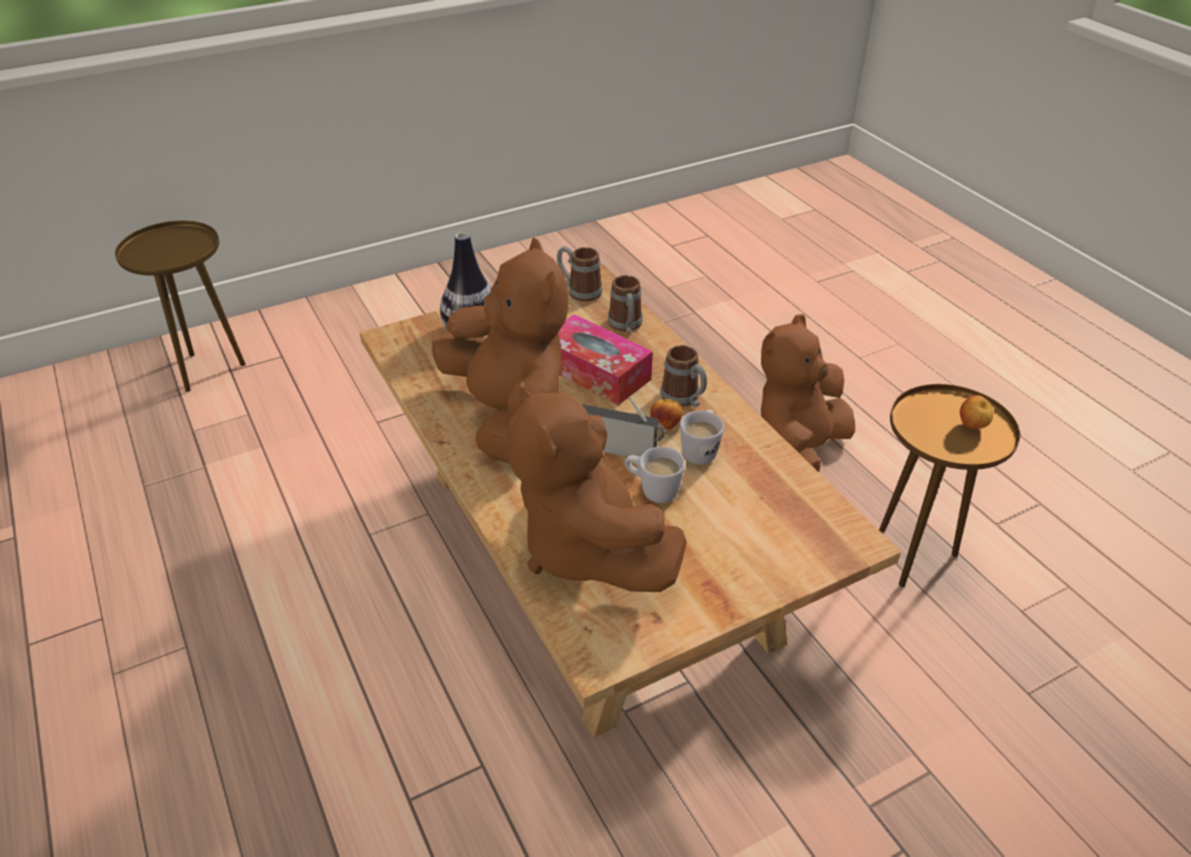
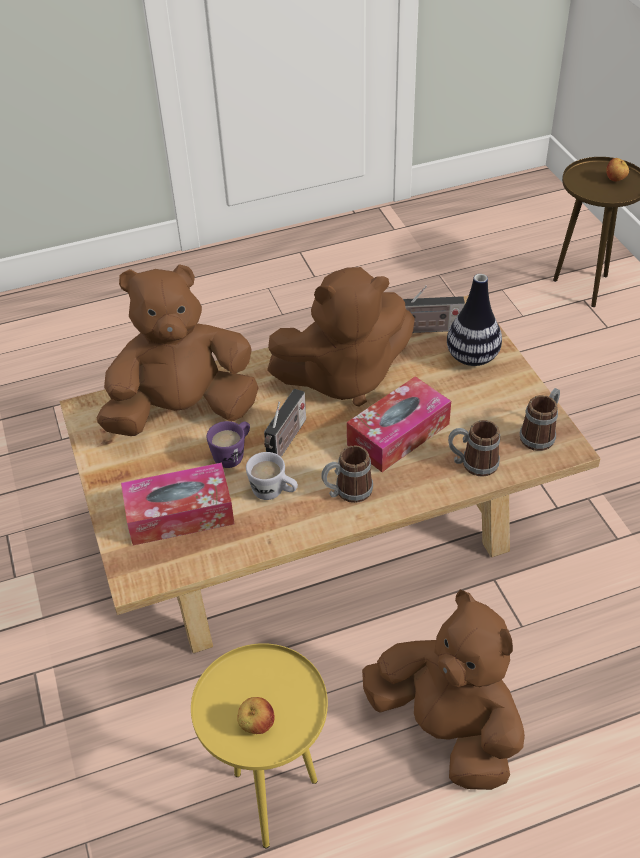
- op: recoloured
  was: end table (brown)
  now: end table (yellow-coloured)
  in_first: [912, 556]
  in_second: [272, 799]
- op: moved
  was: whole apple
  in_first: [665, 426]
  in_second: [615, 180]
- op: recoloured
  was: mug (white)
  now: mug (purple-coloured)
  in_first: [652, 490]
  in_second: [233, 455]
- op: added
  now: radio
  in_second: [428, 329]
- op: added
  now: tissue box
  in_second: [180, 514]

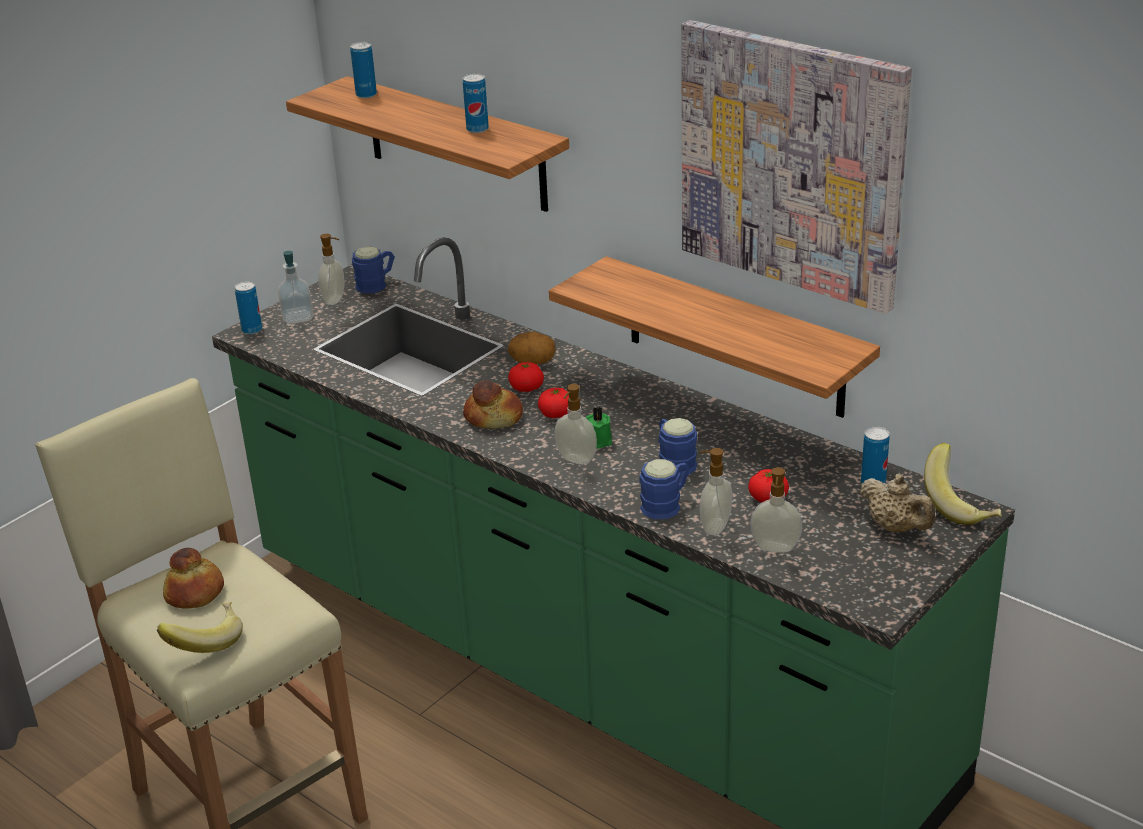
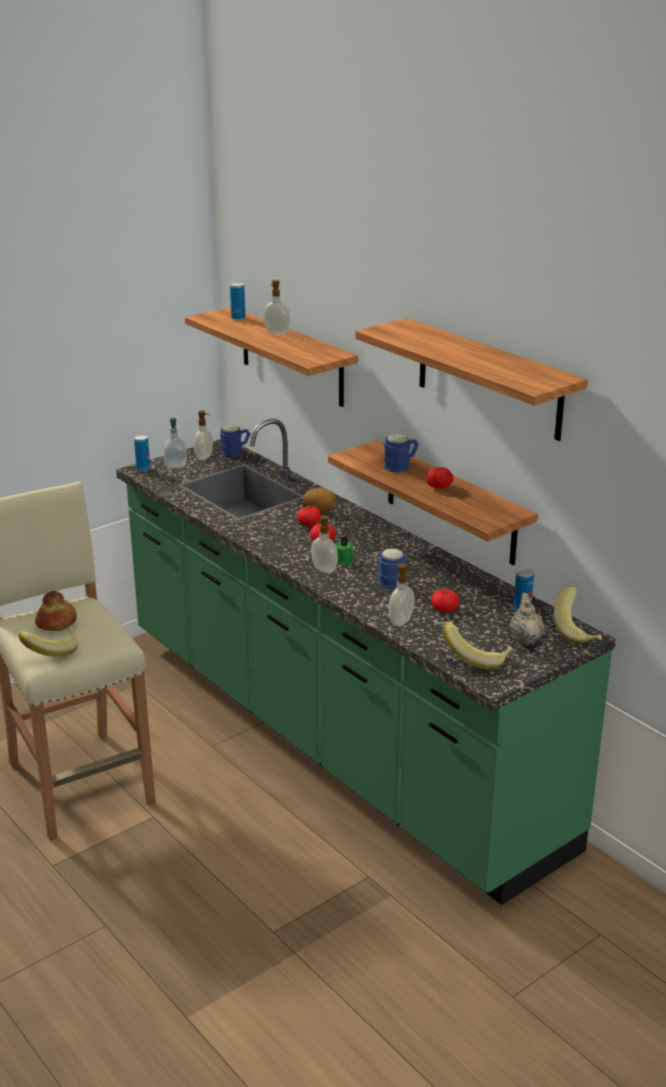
- op: replaced
  was: picture
  now: wall shelf
  in_first: [791, 163]
  in_second: [488, 379]
- op: removed
  was: can
  in_first: [477, 129]
- op: removed
  was: bread
  in_first: [494, 417]
- op: moved
  was: mug (blue)
  in_first: [666, 504]
  in_second: [401, 466]
- op: moved
  was: soap bottle
  in_first: [775, 548]
  in_second: [276, 333]
- op: turned
  was: pot for tea (sand-coloured)
  in_first: [895, 528]
  in_second: [525, 638]
  clockwise: -150
- op: added
  now: tomato
  in_second: [439, 486]
- op: added
  now: banana fruit
  in_second: [477, 658]

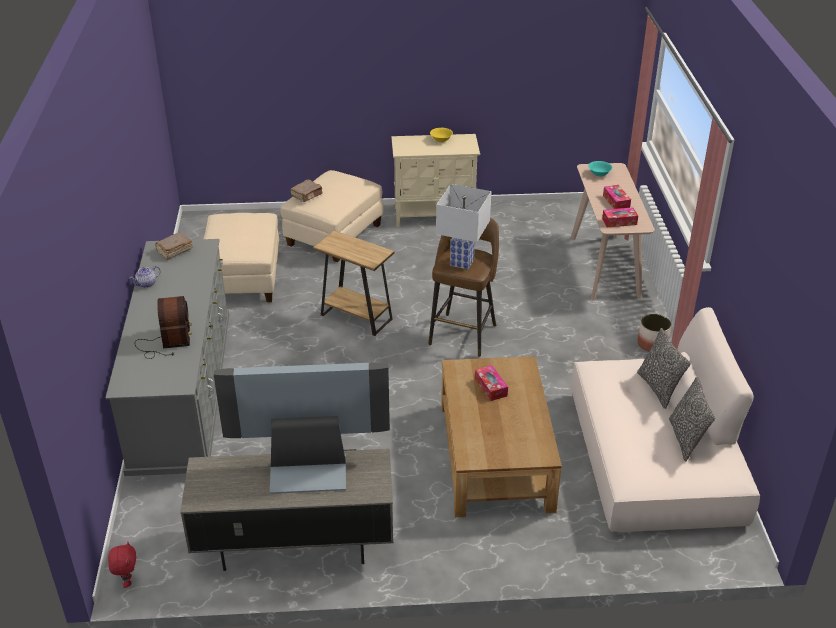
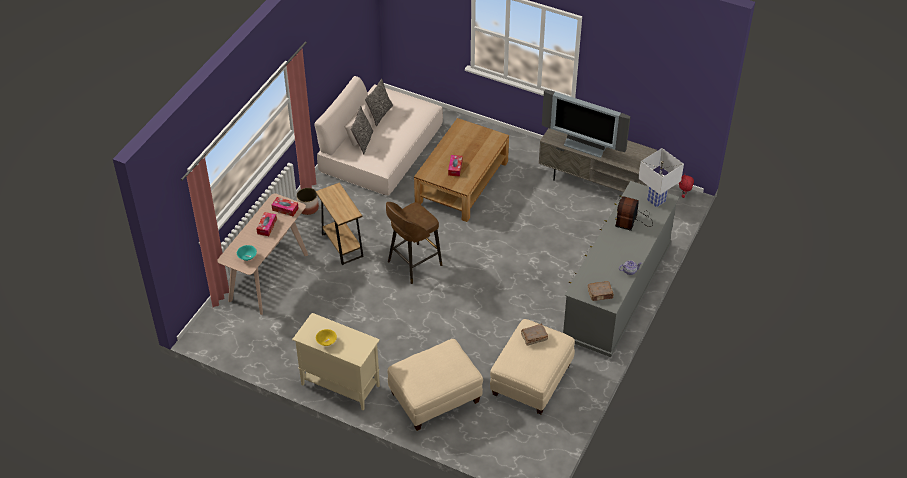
- op: moved
  was: bound book (brown)
  in_first: [307, 195]
  in_second: [533, 338]
- op: moved
  was: table lamp (white)
  in_first: [461, 262]
  in_second: [656, 201]
- op: moved
  was: end table (brown)
  in_first: [356, 317]
  in_second: [342, 245]

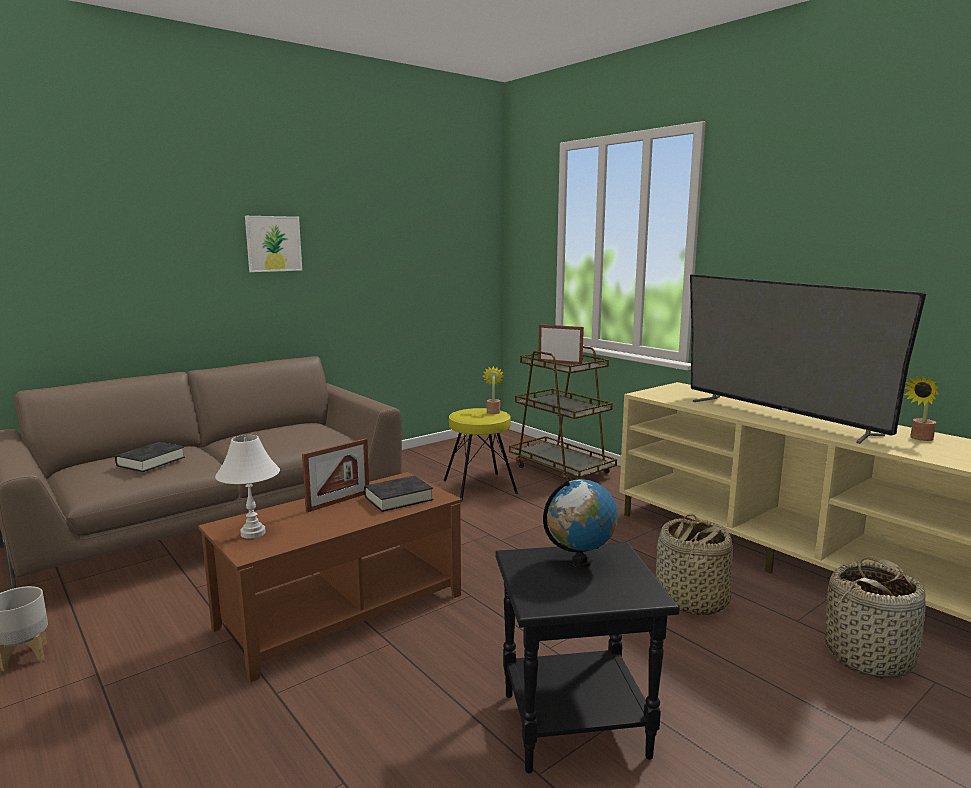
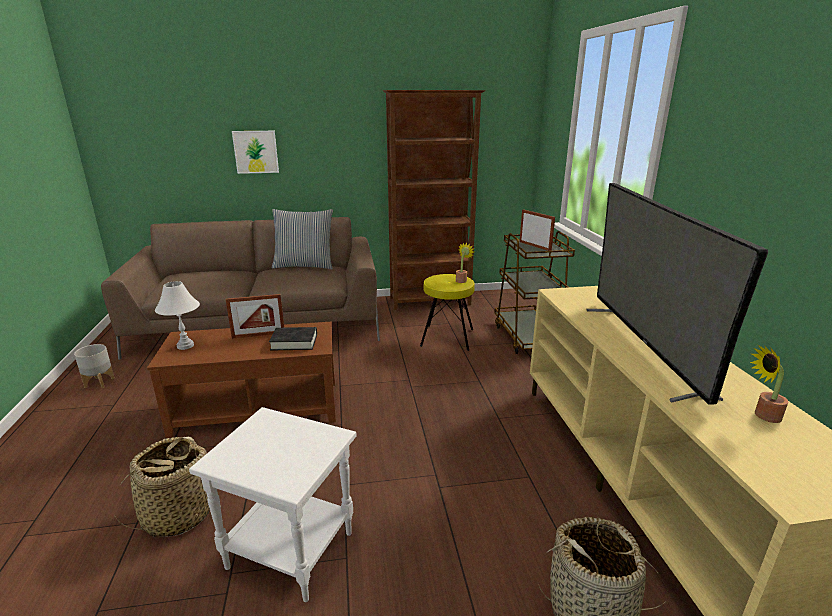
- op: moved
  was: picture
  in_first: [273, 243]
  in_second: [256, 152]
- op: removed
  was: bound book (black)
  in_first: [151, 461]
- op: removed
  was: world globe
  in_first: [580, 562]
- op: moved
  was: household basket
  in_first: [690, 601]
  in_second: [177, 514]
- op: recoloured
  was: end table (black)
  now: end table (white)
  in_first: [573, 727]
  in_second: [288, 551]
- op: added
  now: shelving unit (brown)
  in_second: [431, 301]
- op: added
  now: cushion
  in_second: [304, 266]

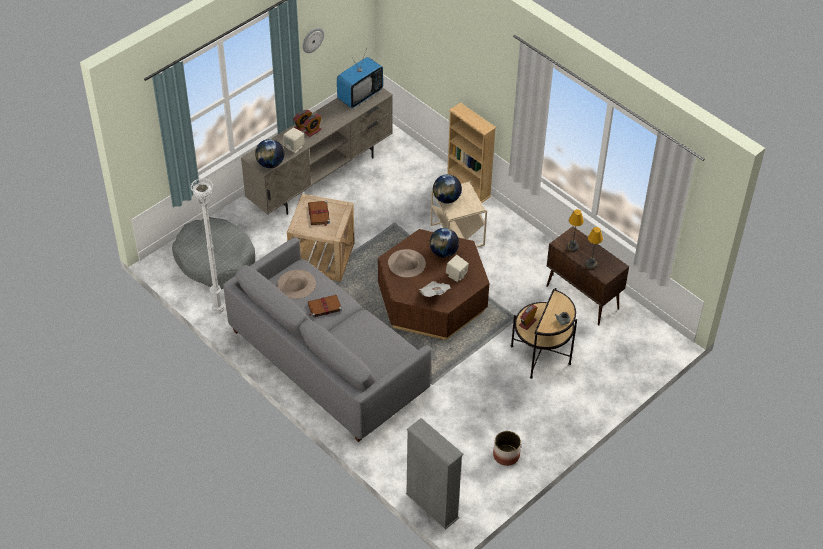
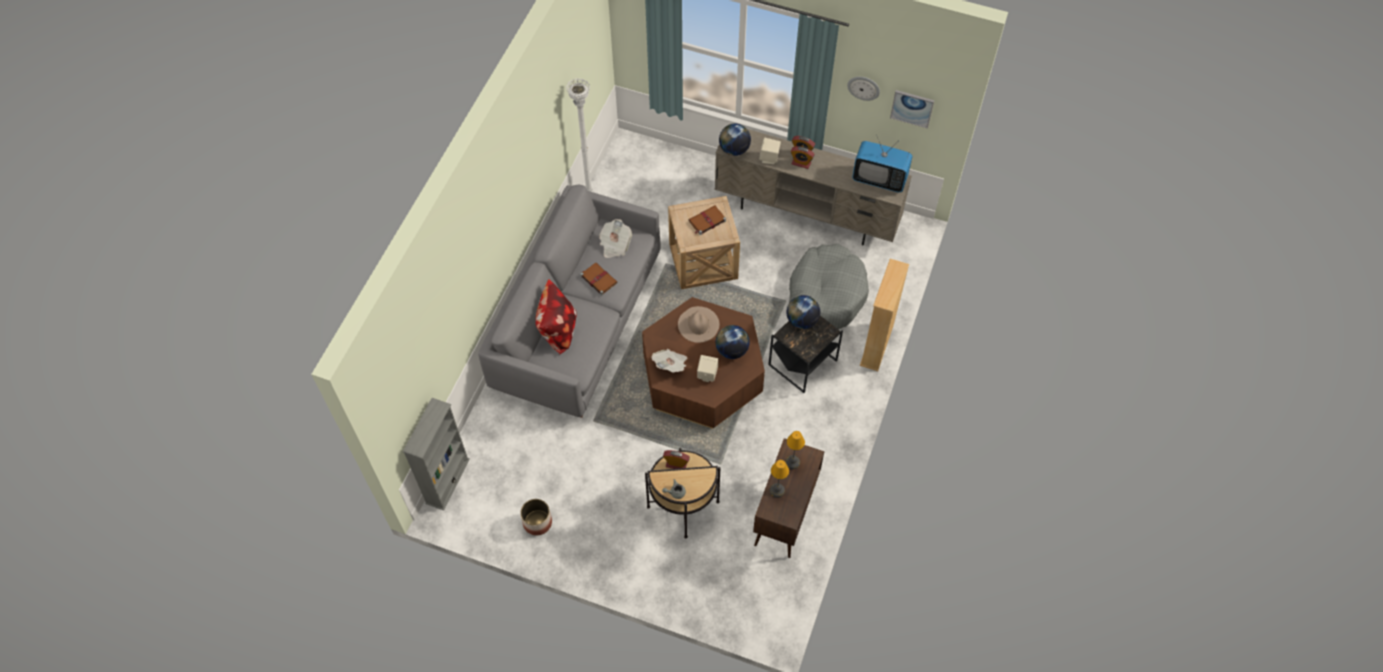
- op: recoloured
  was: end table (sand-coloured)
  now: end table (black)
  in_first: [457, 235]
  in_second: [803, 363]
- op: moved
  was: dog cushion (grey)
  in_first: [215, 261]
  in_second: [826, 294]
- op: replaced
  was: clothing hat (sand-coloured)
  now: daily paper
  in_first: [296, 284]
  in_second: [615, 245]
- op: added
  now: picture
  in_second: [912, 108]
- op: added
  now: cushion
  in_second: [557, 331]

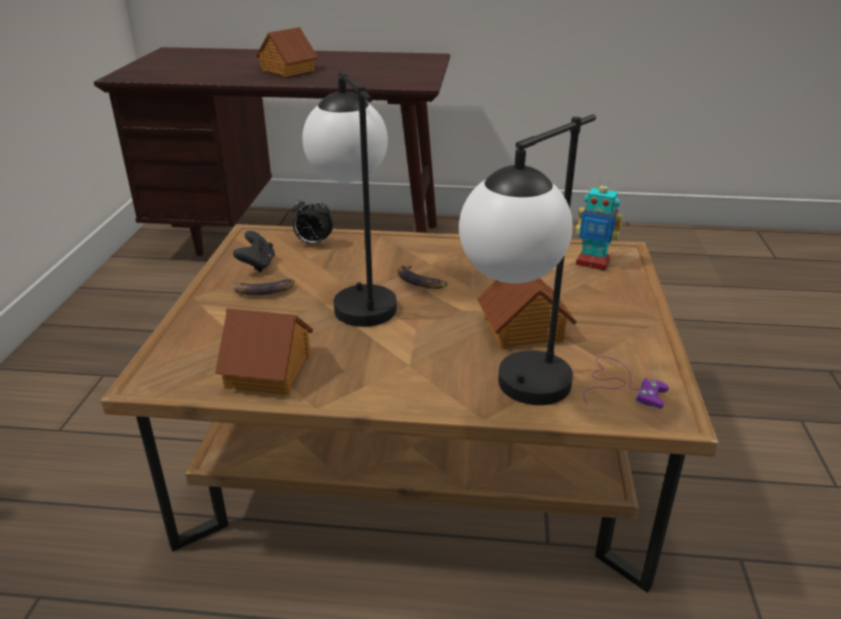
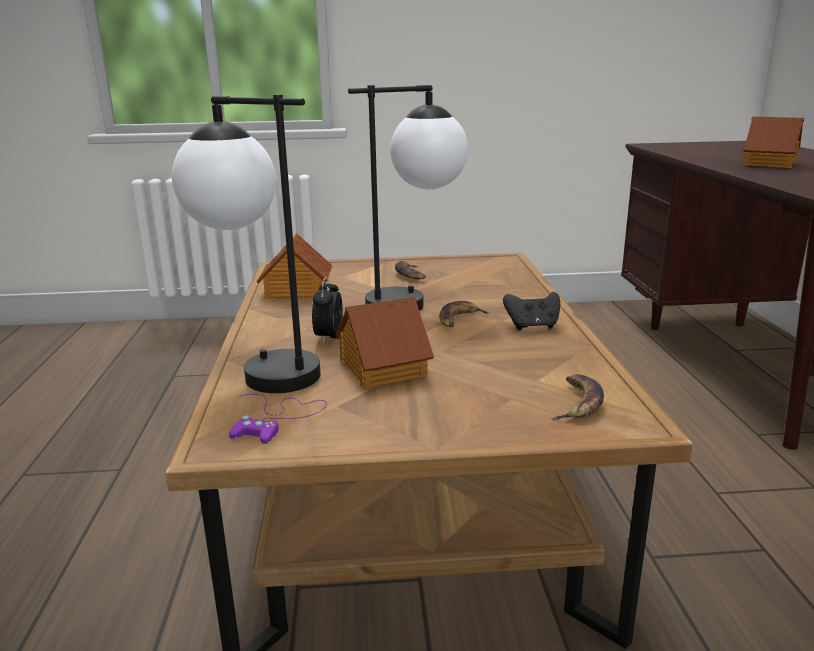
- op: replaced
  was: toy robot
  now: banana fruit
  in_first: [593, 263]
  in_second: [577, 403]
- op: moved
  was: alarm clock
  in_first: [313, 243]
  in_second: [329, 338]
- op: moved
  was: gamepad (black)
  in_first: [257, 265]
  in_second: [532, 326]

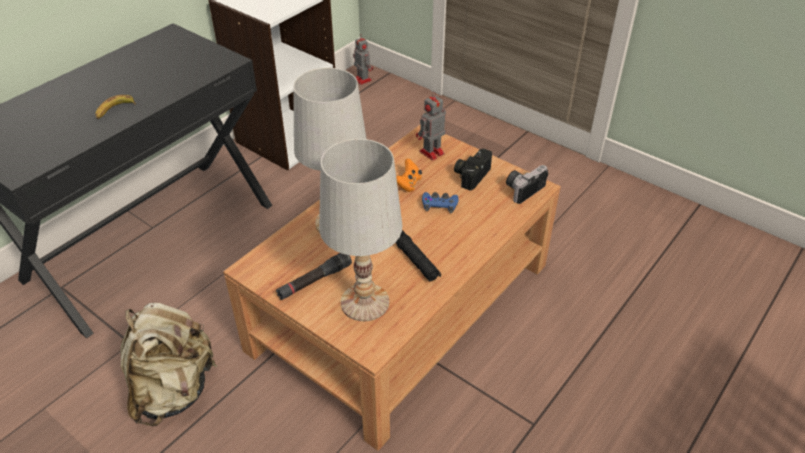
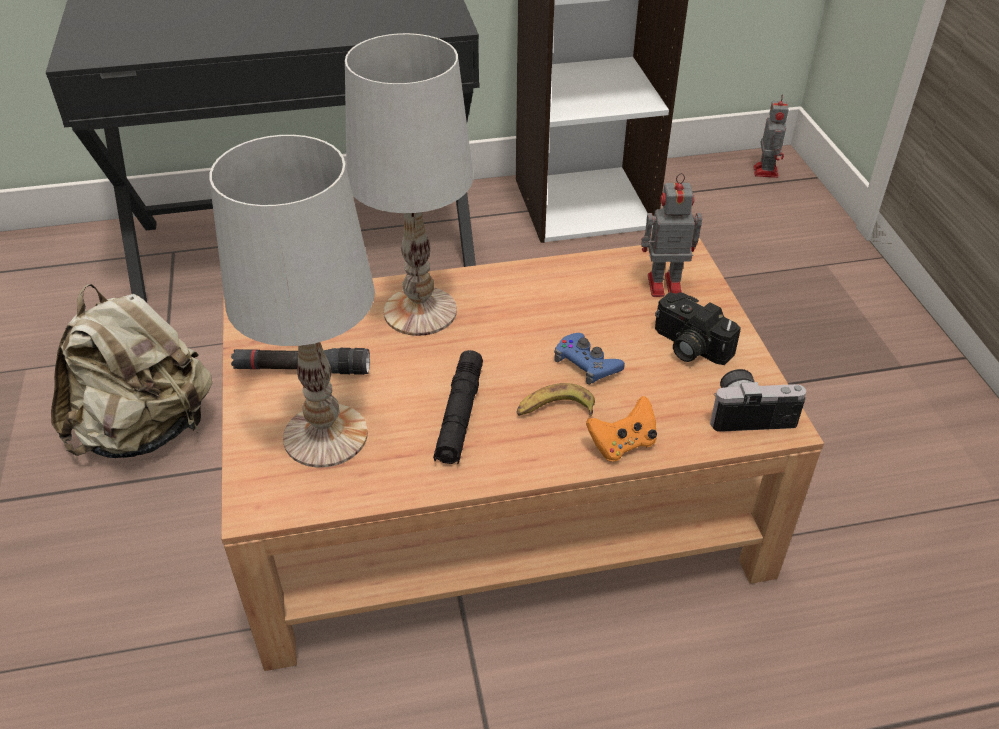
- op: moved
  was: banana fruit
  in_first: [115, 110]
  in_second: [555, 410]
- op: turned
  was: still camera
  in_first: [471, 174]
  in_second: [688, 346]
  clockwise: -120
- op: moved
  was: gamepad (orange-coloured)
  in_first: [408, 184]
  in_second: [622, 444]

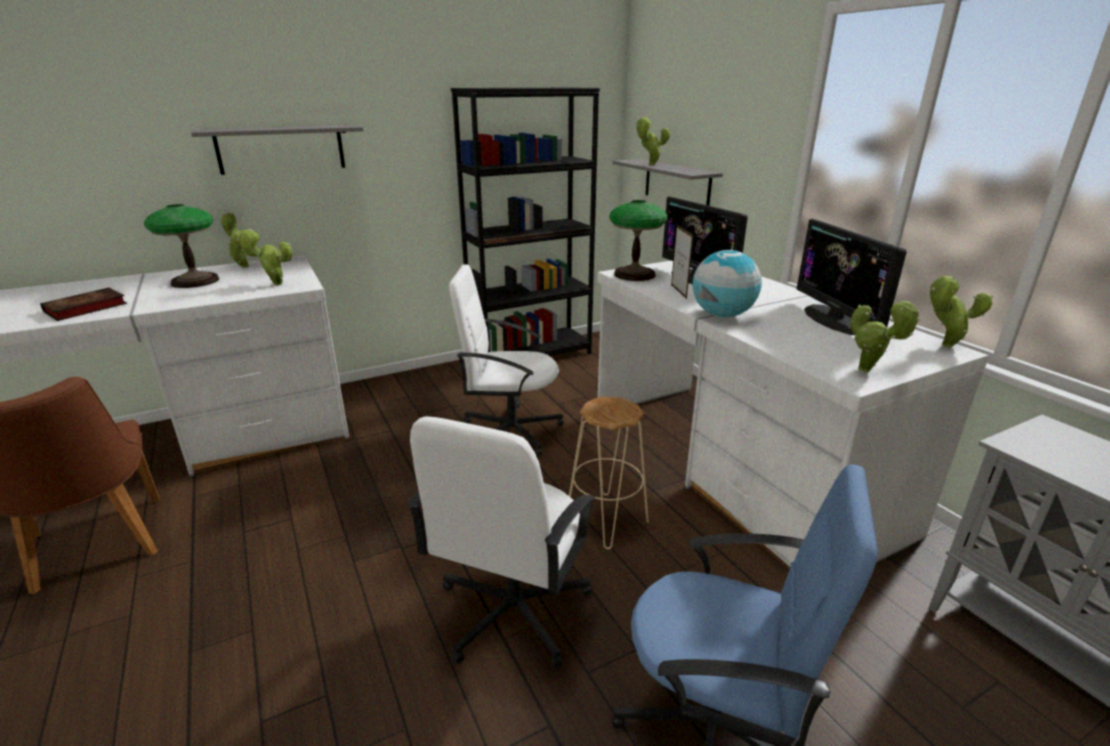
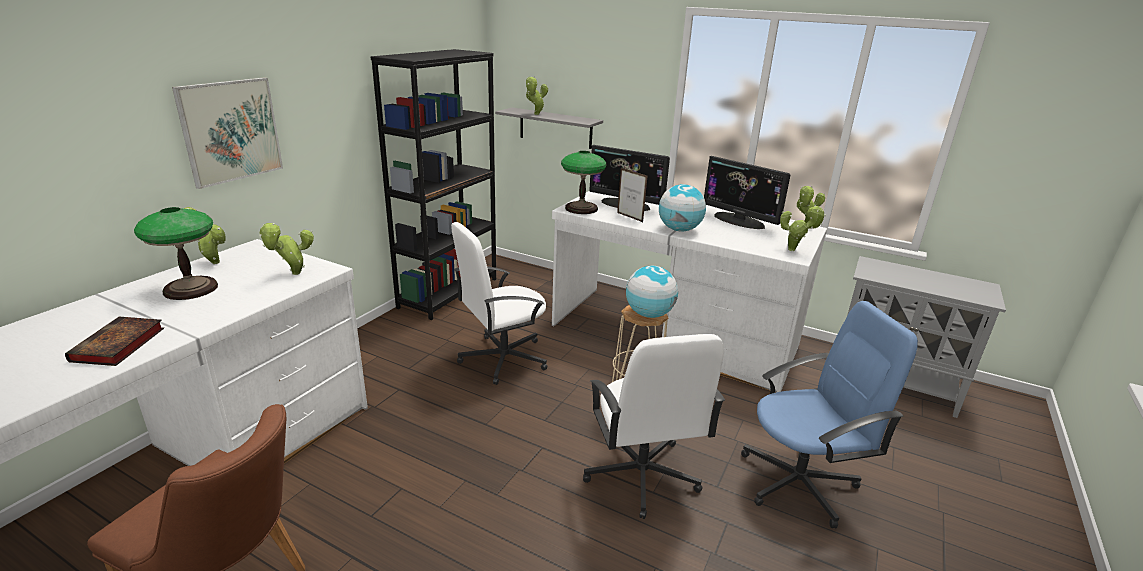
- op: replaced
  was: wall shelf (grey)
  now: picture
  in_first: [281, 149]
  in_second: [231, 131]
- op: added
  now: world globe
  in_second: [649, 314]

